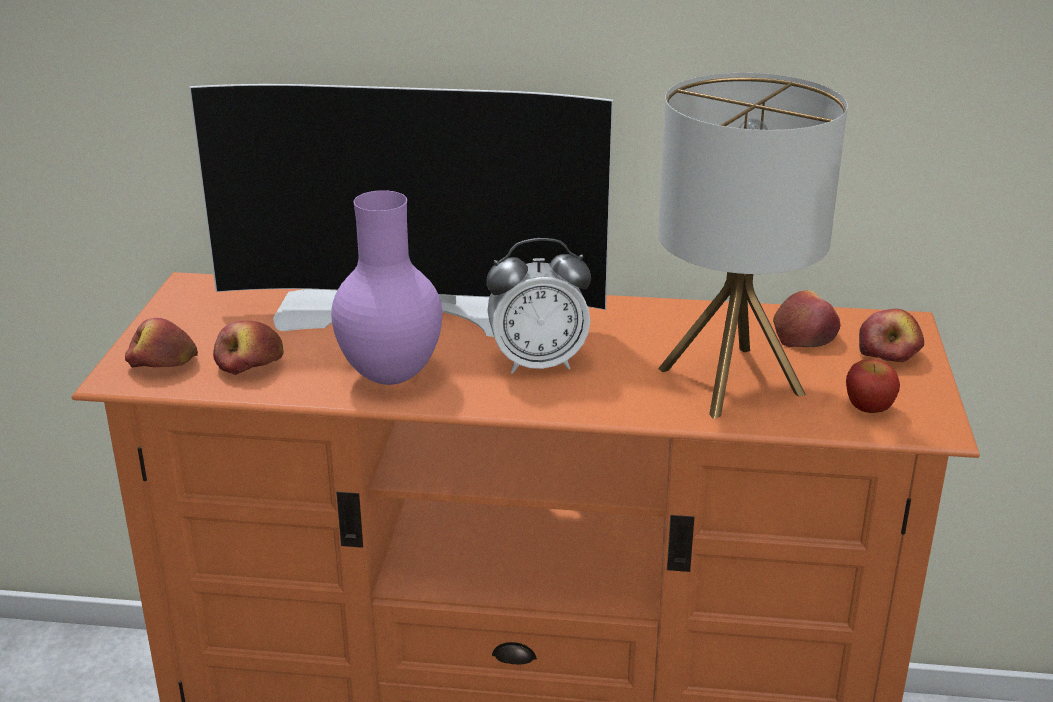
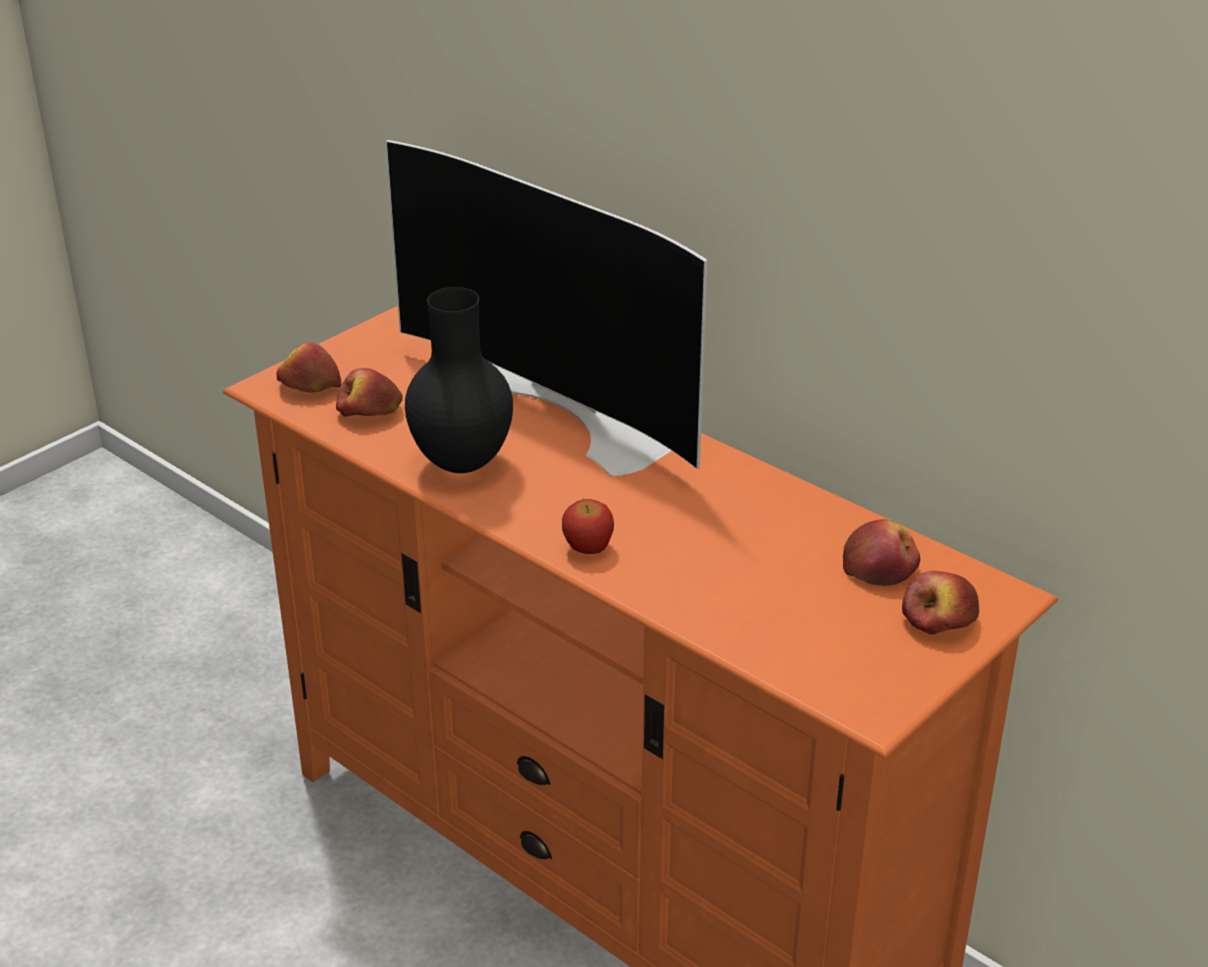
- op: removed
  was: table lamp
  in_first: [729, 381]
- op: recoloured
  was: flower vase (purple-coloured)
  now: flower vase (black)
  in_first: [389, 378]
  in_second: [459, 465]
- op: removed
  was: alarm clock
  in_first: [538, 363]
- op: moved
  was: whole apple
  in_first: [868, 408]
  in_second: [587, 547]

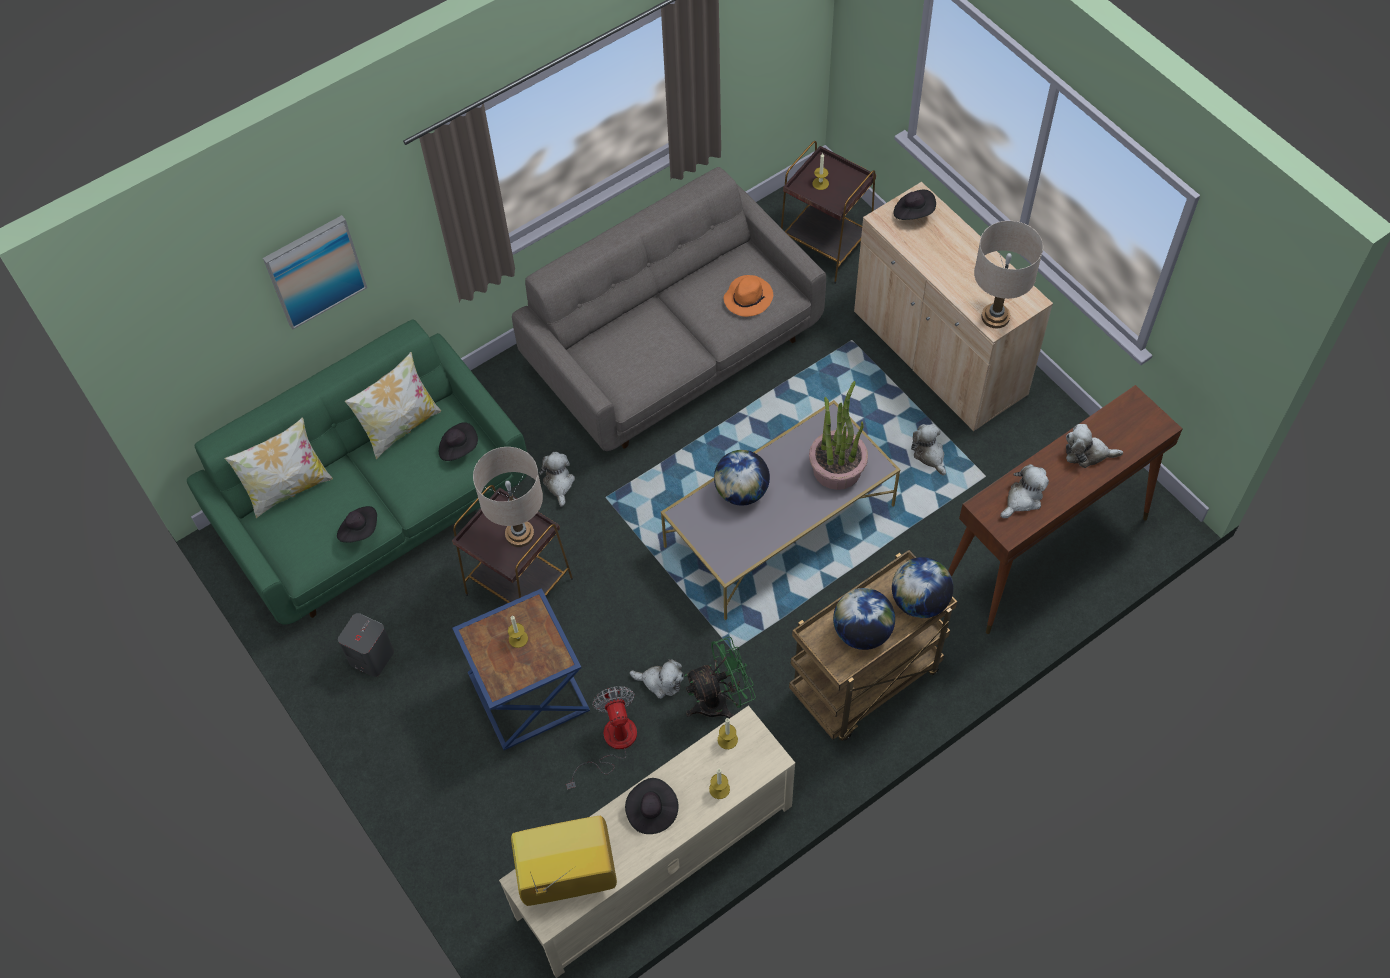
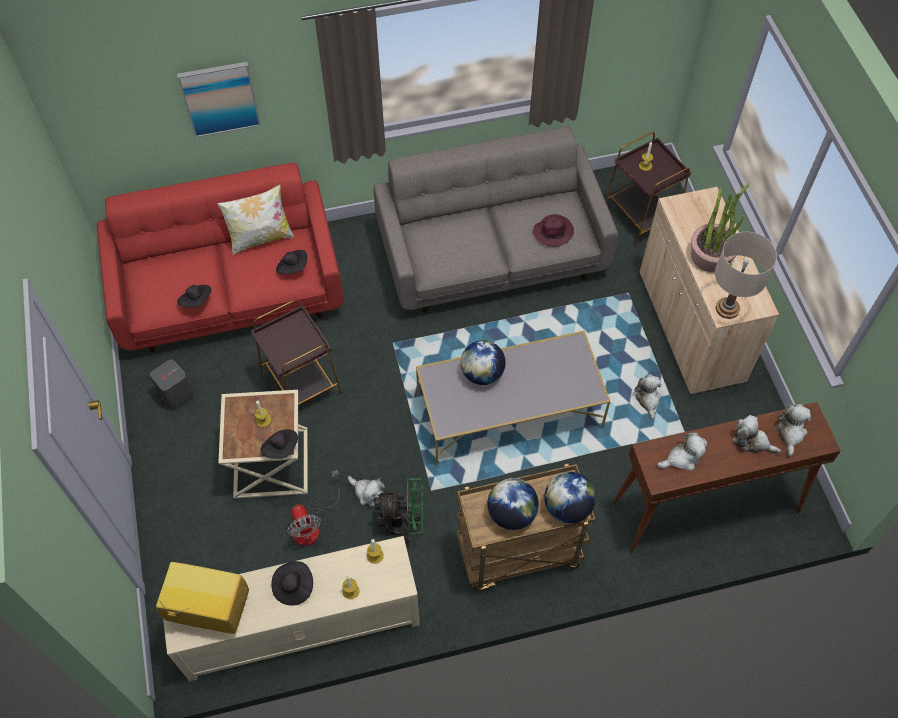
- op: moved
  was: clothing hat (black)
  in_first: [913, 213]
  in_second: [281, 448]
- op: recoloured
  was: clothing hat (orange-coloured)
  now: clothing hat (purple-coloured)
  in_first: [748, 297]
  in_second: [553, 232]
- op: recoloured
  was: couch (greenish)
  now: couch (reddish)
  in_first: [376, 509]
  in_second: [230, 293]
- op: moved
  was: potted plant
  in_first: [837, 468]
  in_second: [711, 255]
- op: removed
  was: cushion
  in_first: [289, 489]
- op: removed
  was: table lamp (sand-coloured)
  in_first: [520, 534]
- op: moved
  was: cuddly toy
  in_first: [559, 483]
  in_second: [790, 433]
- op: recoloured
  was: end table (blue)
  now: end table (sand-coloured)
  in_first: [526, 691]
  in_second: [270, 462]
- op: turned
  was: cooling fan
  in_first: [612, 743]
  in_second: [311, 524]
  clockwise: 150

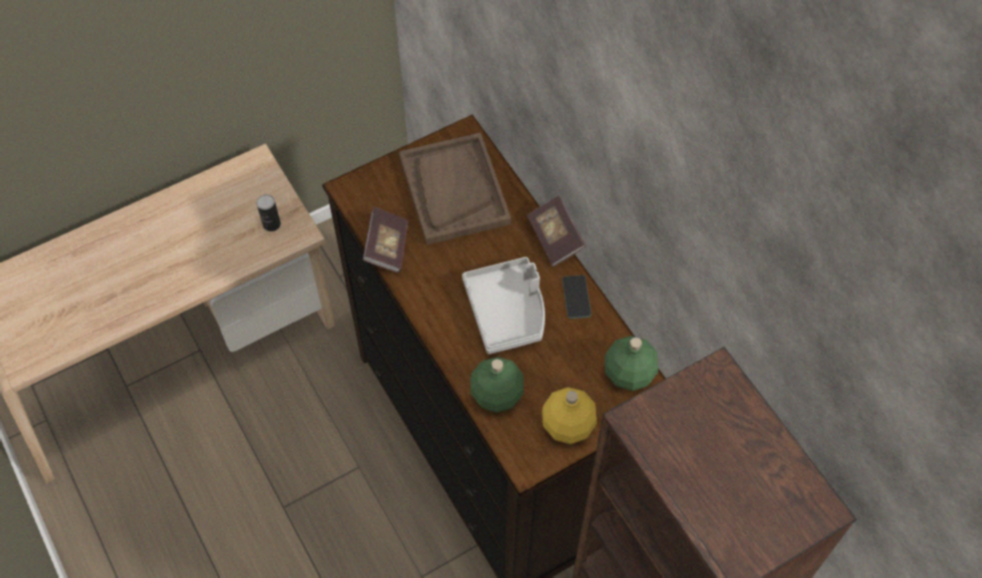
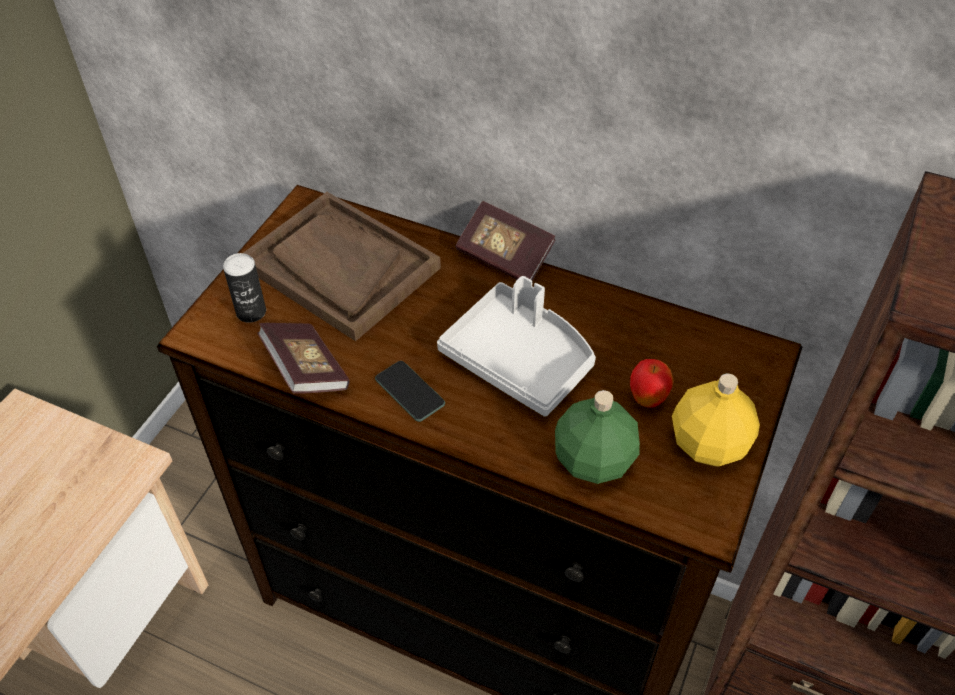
- op: moved
  was: can
  in_first: [271, 224]
  in_second: [251, 312]
- op: moved
  was: phone
  in_first: [576, 297]
  in_second: [409, 391]
- op: removed
  was: drink bottle (greenish)
  in_first: [628, 374]
- op: added
  now: whole apple
  in_second: [647, 399]

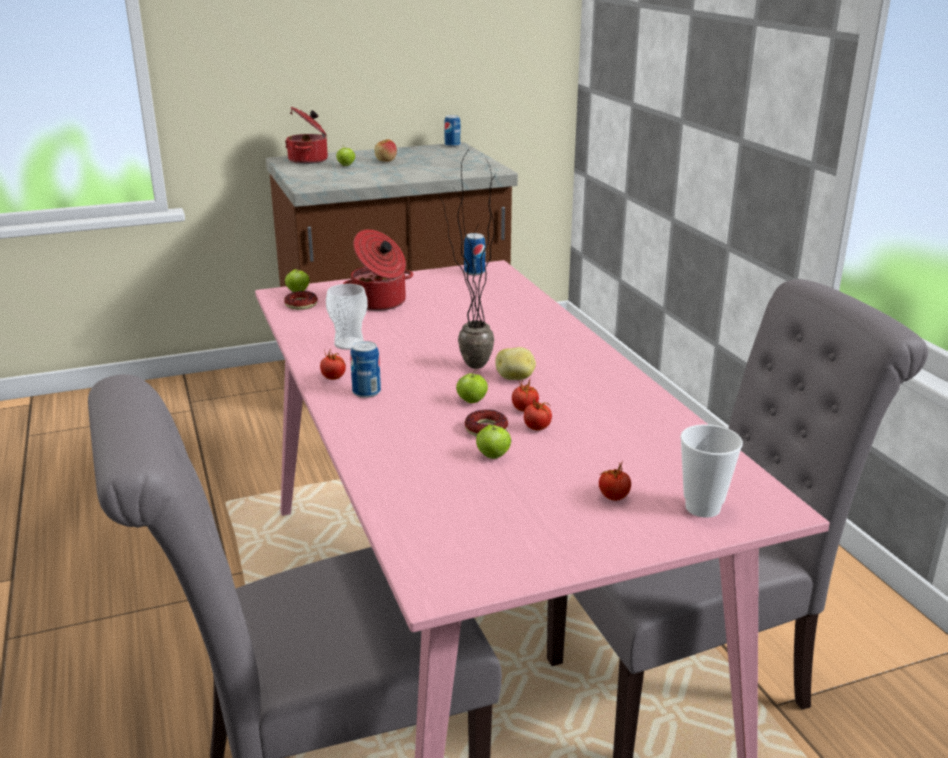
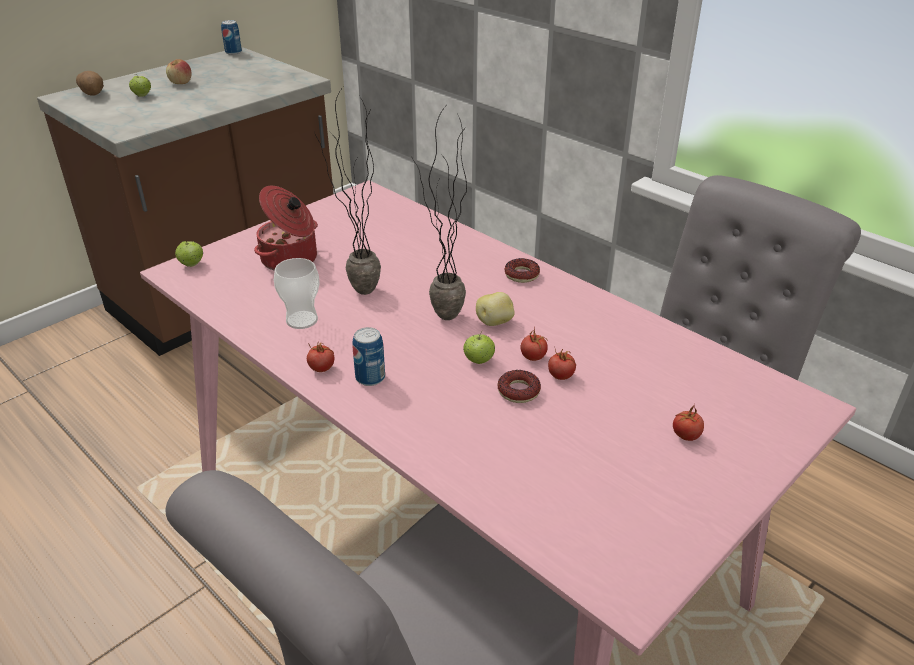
- op: replaced
  was: cooking pot
  now: spud
  in_first: [309, 160]
  in_second: [93, 94]
- op: removed
  was: can
  in_first: [474, 272]
- op: moved
  was: ring doughnut
  in_first: [301, 305]
  in_second: [521, 275]
- op: removed
  was: whole apple
  in_first: [493, 456]
- op: removed
  was: cup
  in_first: [702, 508]
- op: added
  now: potted plant
  in_second: [356, 295]

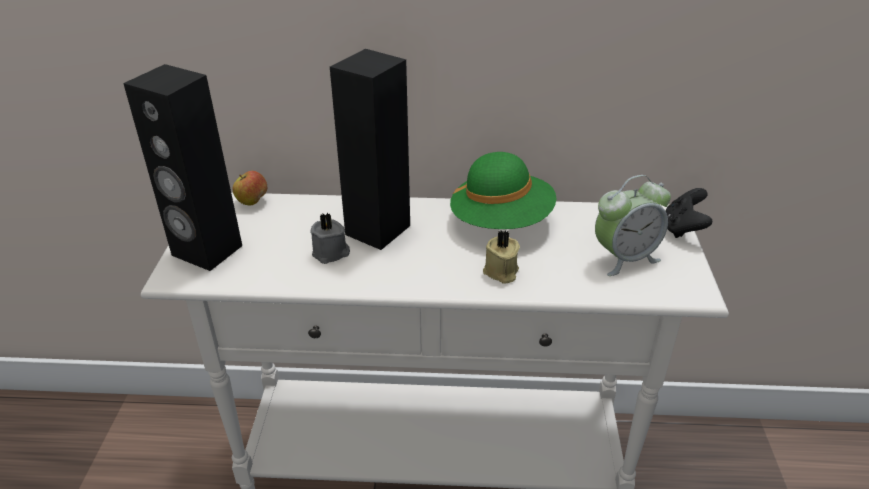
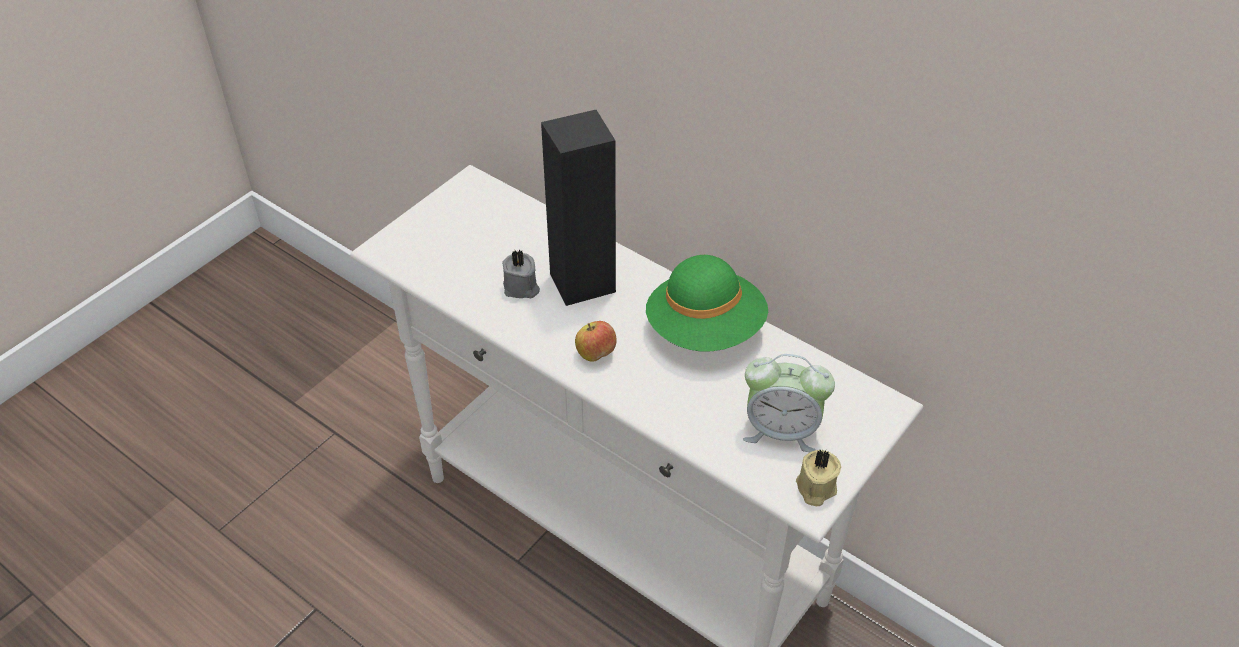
- op: removed
  was: audio speaker (black)
  in_first: [206, 251]
- op: moved
  was: whole apple
  in_first: [252, 202]
  in_second: [595, 354]
- op: removed
  was: gamepad (black)
  in_first: [683, 229]
- op: moved
  was: wax candle (sand-coloured)
  in_first: [501, 272]
  in_second: [815, 488]

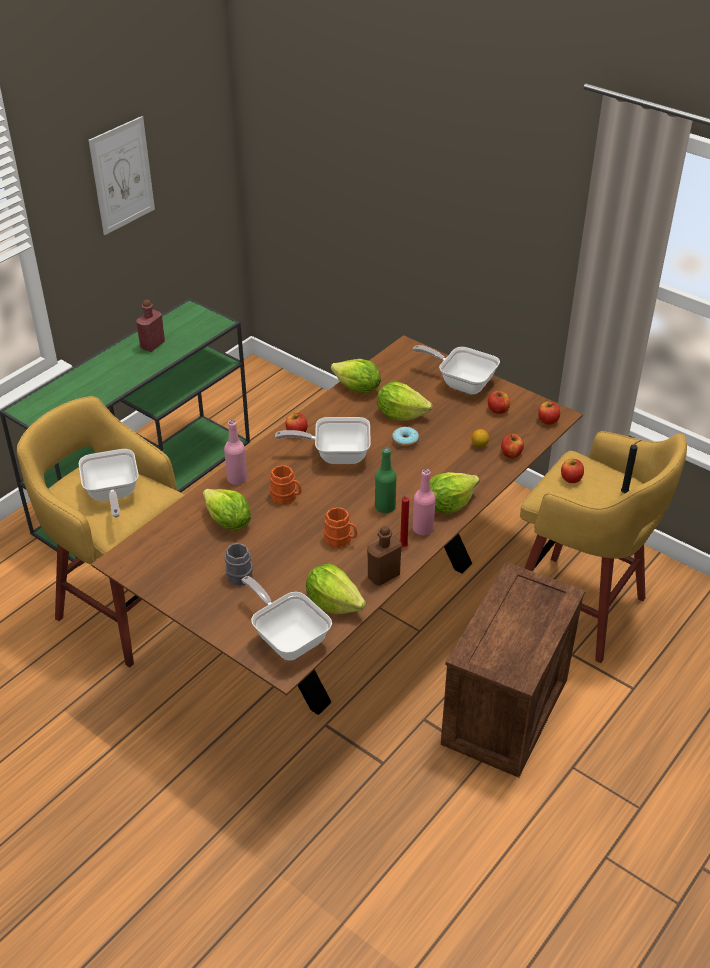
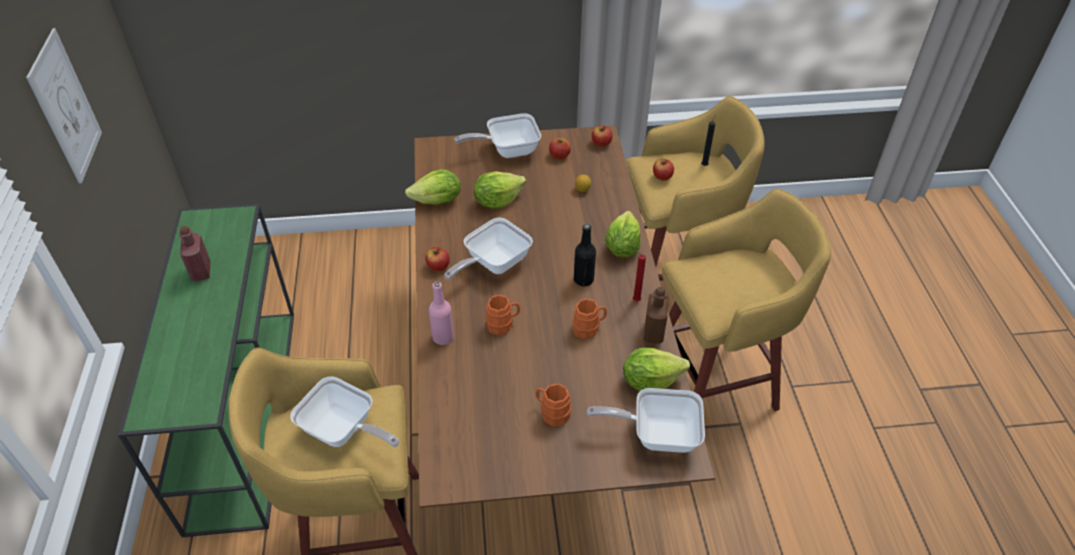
- op: removed
  was: ring doughnut
  in_first: [405, 441]
- op: removed
  was: whole apple
  in_first: [511, 454]
- op: recoloured
  was: drink bottle (greenish)
  now: drink bottle (black)
  in_first: [385, 507]
  in_second: [583, 280]
- op: removed
  was: drink bottle (pinkish)
  in_first: [423, 529]
- op: removed
  was: lettuce head
  in_first: [228, 522]
- op: recoloured
  was: mug (grey)
  now: mug (orange-coloured)
  in_first: [239, 573]
  in_second: [552, 413]
- op: replaced
  was: crate
  now: stool (yellow-coloured)
  in_first: [506, 712]
  in_second: [716, 382]

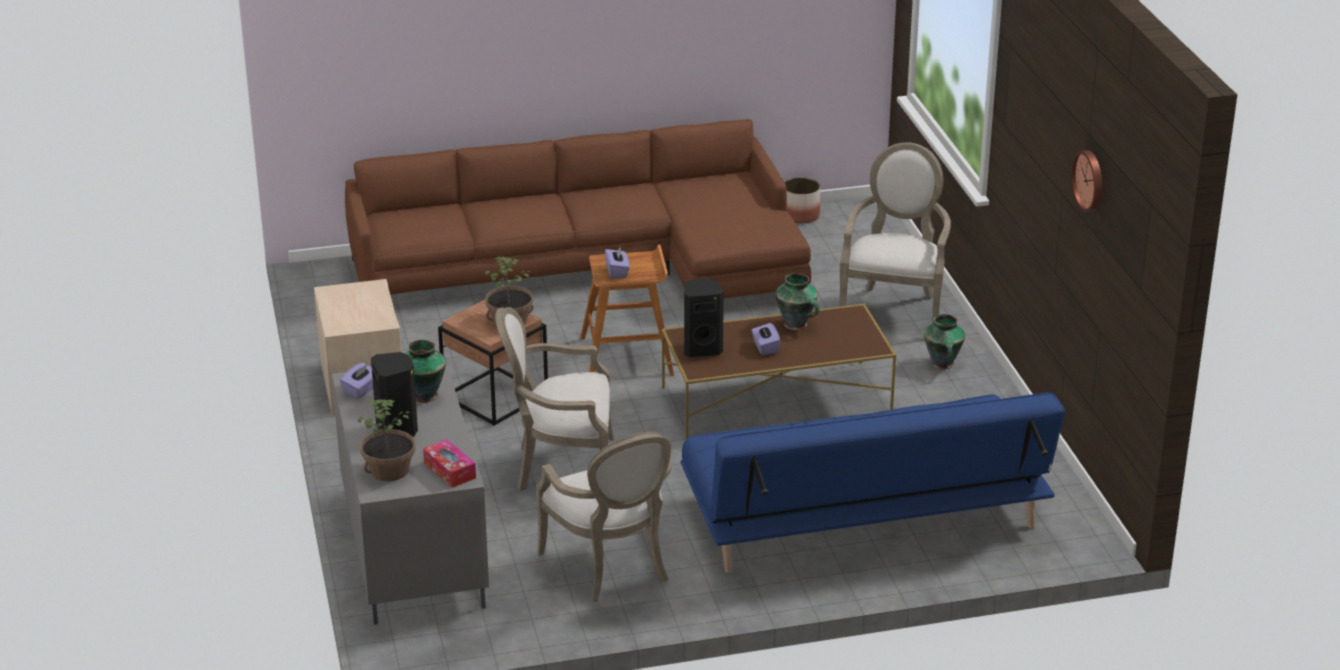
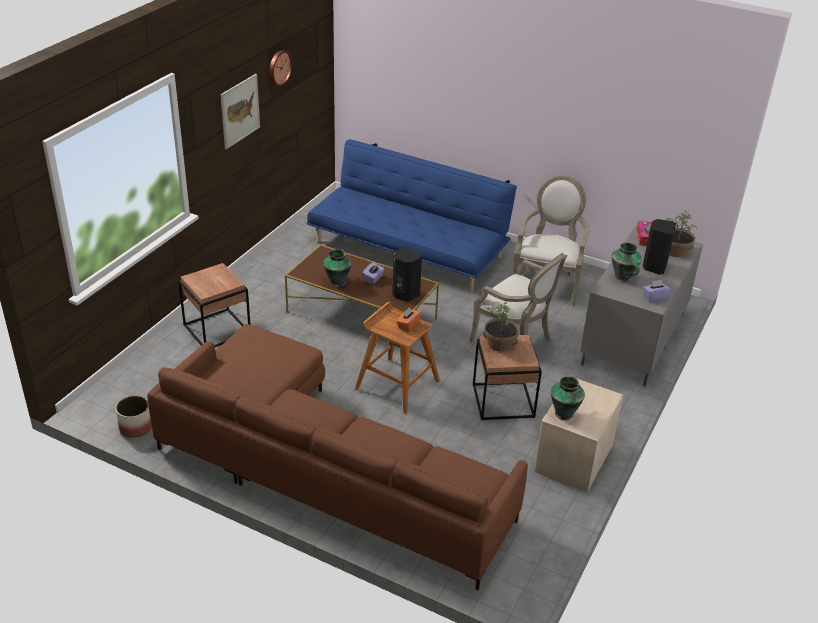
- op: replaced
  was: lounge chair
  now: end table (brown)
  in_first: [894, 310]
  in_second: [216, 329]
- op: recoloured
  was: tissue box (purple-coloured)
  now: tissue box (orange-coloured)
  in_first: [617, 271]
  in_second: [408, 325]
- op: moved
  was: flower vase
  in_first: [942, 364]
  in_second: [564, 413]
- op: added
  now: picture
  in_second: [240, 111]

